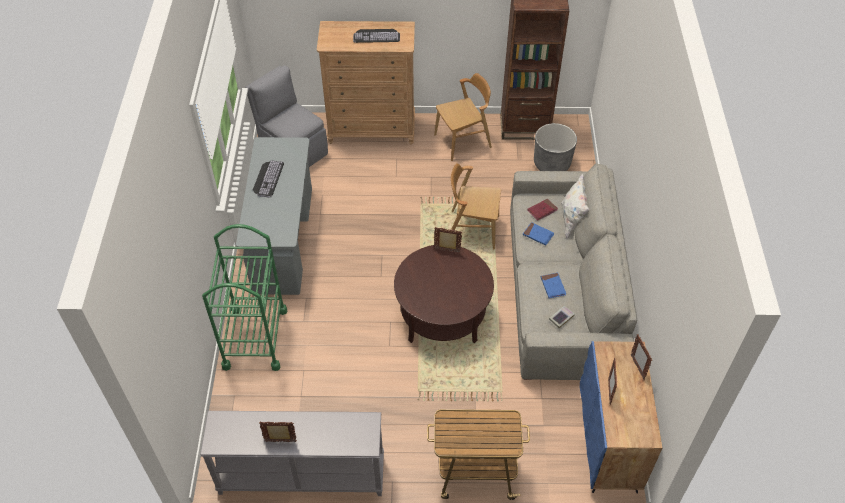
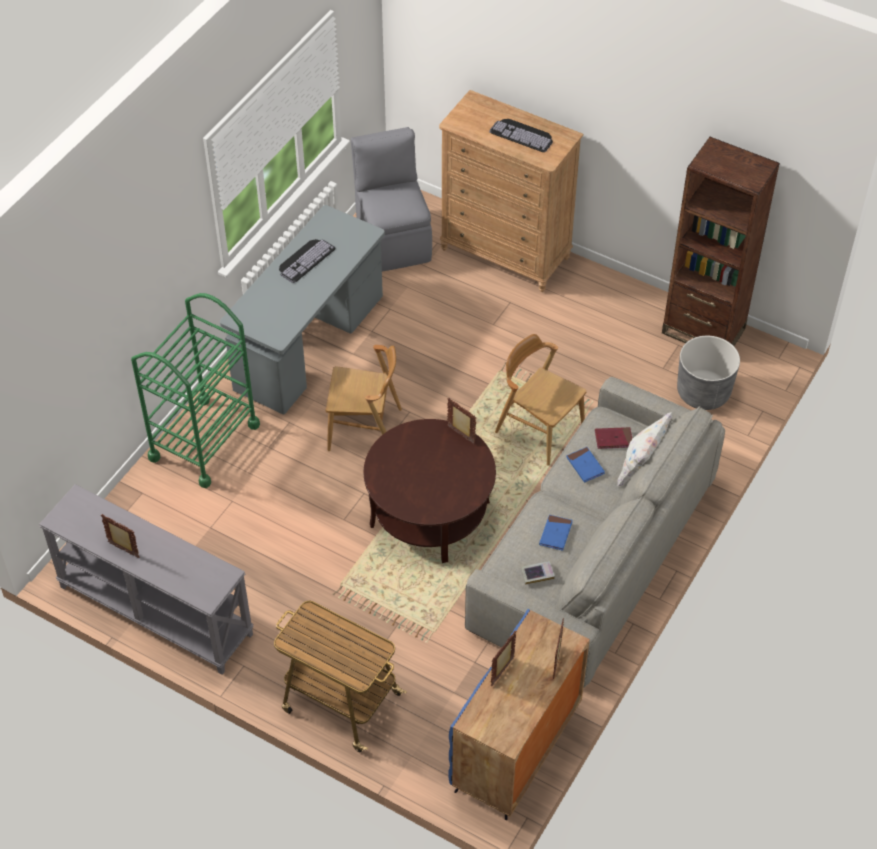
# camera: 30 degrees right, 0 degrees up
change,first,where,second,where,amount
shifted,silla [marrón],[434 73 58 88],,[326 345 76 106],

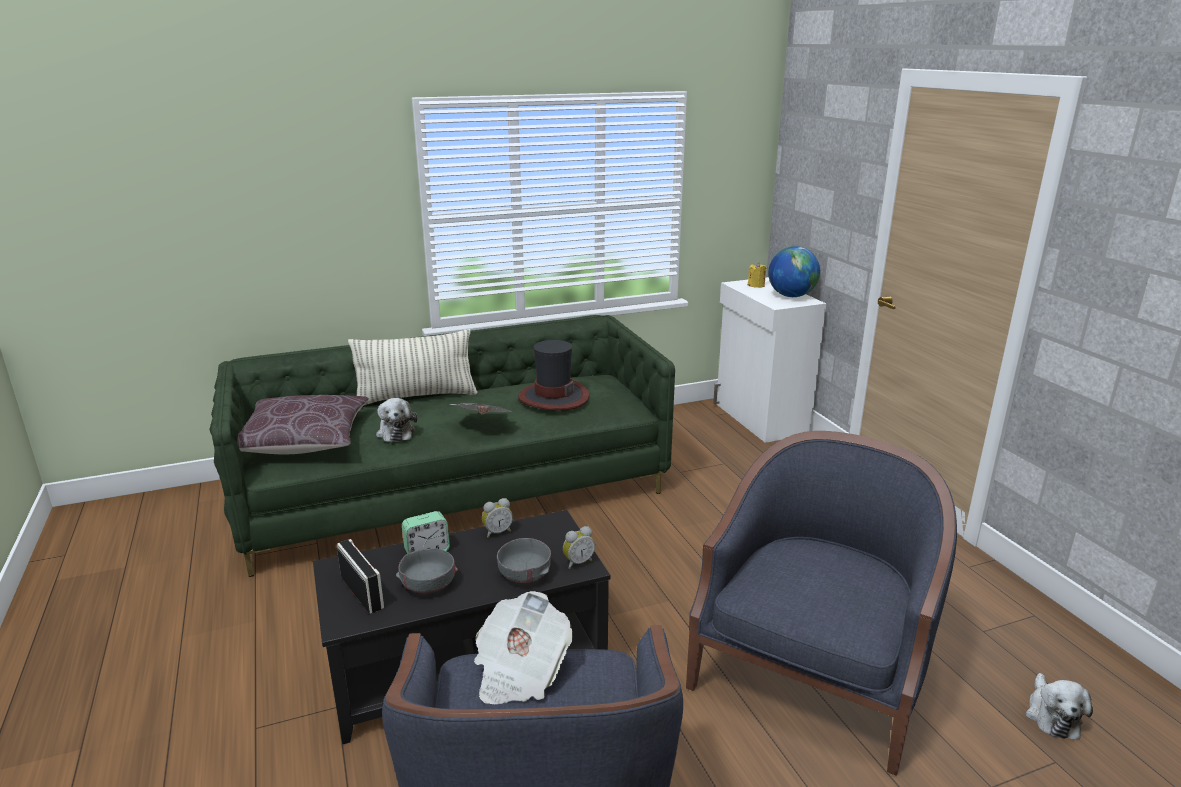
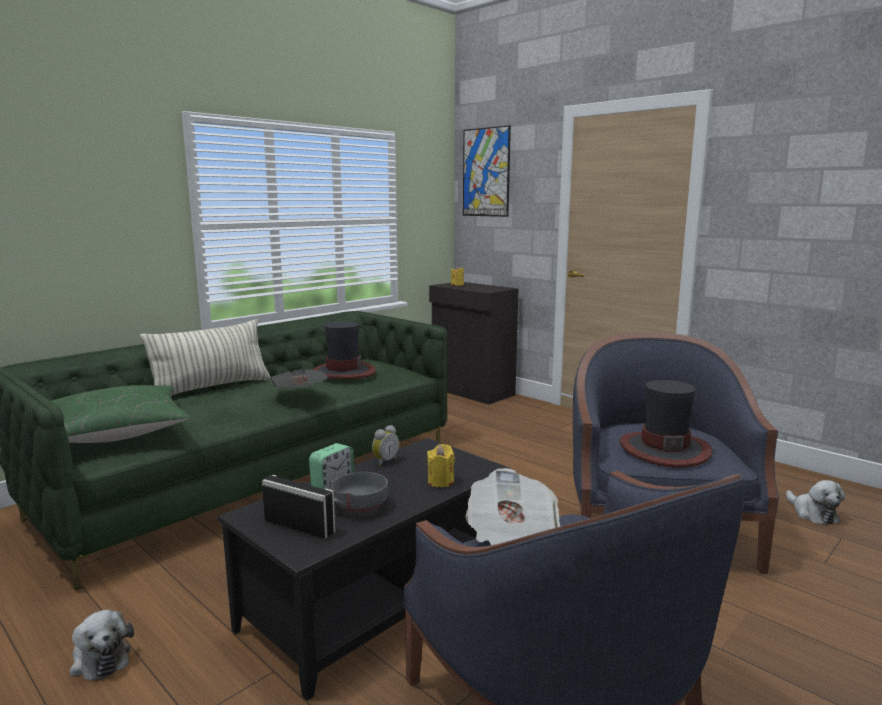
# camera: 25 degrees left, 10 degrees down
change,first,where,second,where,amount
gone,globo terráqueo,[768 246 52 51],,,
repainted,armario [blanco],[713 277 113 166],armario [negro],[429 282 89 122],
repainted,cojín [marrón],[237 395 132 59],cojín [verde],[51 385 139 58],
shifted,peluche,[376 398 41 44],,[70 610 64 70],
gone,despertador,[563 526 32 43],,,
swapped,cuenco [gris],[497 538 54 45],vela [amarillo],[427 444 28 43],
new,,,cuadro,[463 125 48 92],
new,,,sombrero,[620 380 93 88],

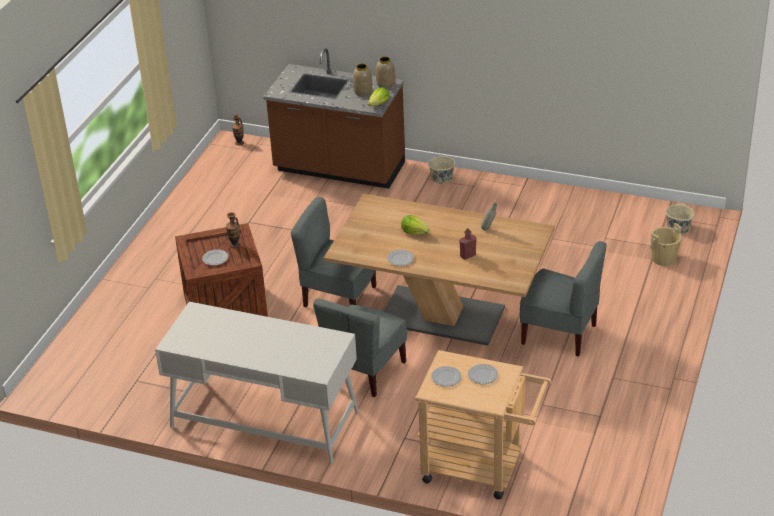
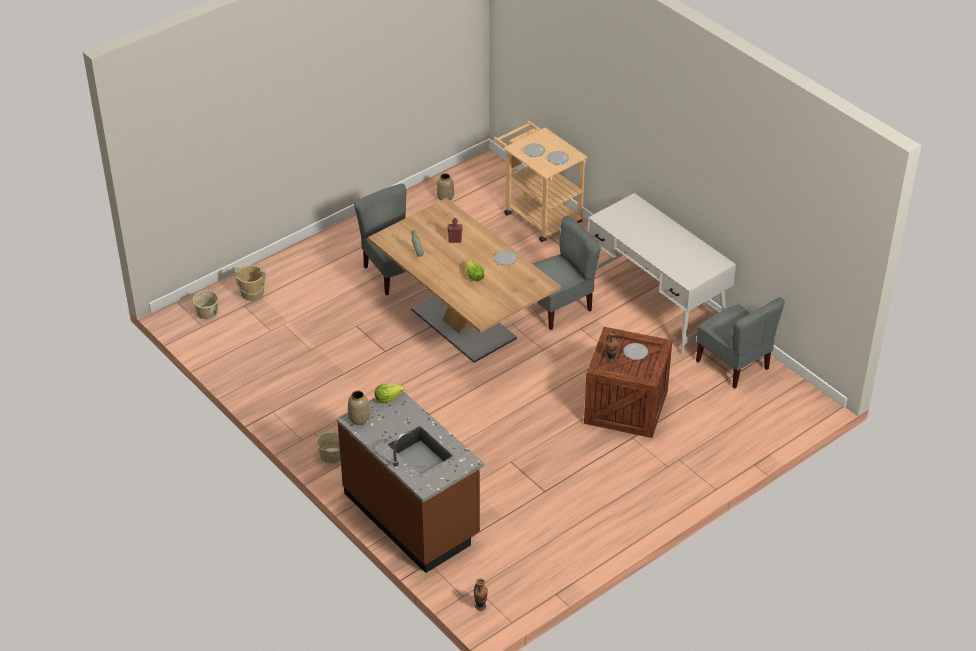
# camera: 150 degrees left, 5 degrees up
change,first,where,second,where,amount
shifted,florero,[353 64 20 33],,[437 173 17 28],
shifted,silla [gris],[291 197 85 110],,[696 298 89 91],

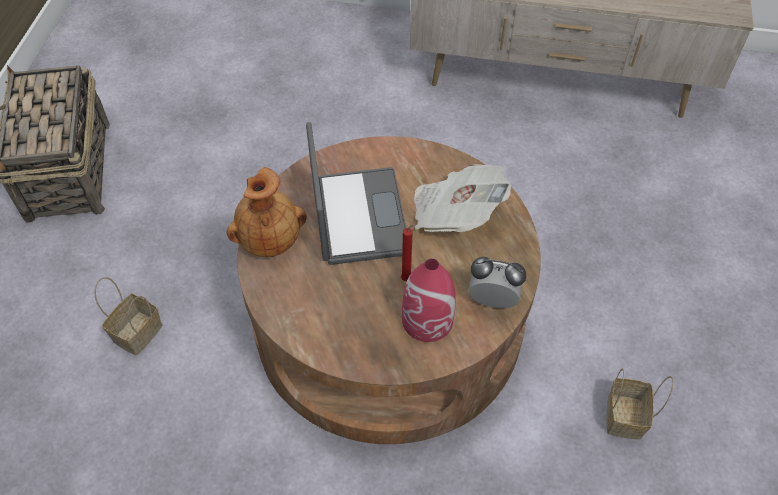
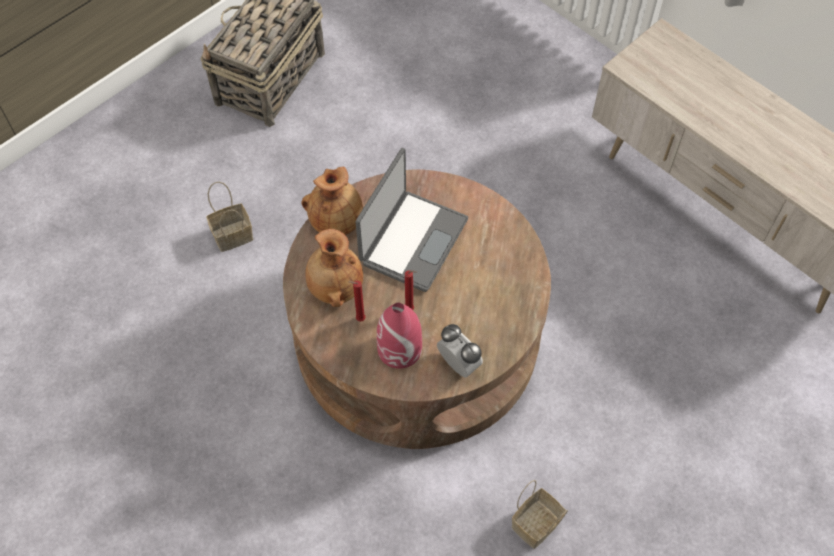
# camera: 35 degrees right, 5 degrees up
change,first,where,second,where,amount
gone,periódico,[414 164 97 68],,,
new,,,florero [marrón],[305 229 58 78],
new,,,vela [rojo],[349 281 17 40],

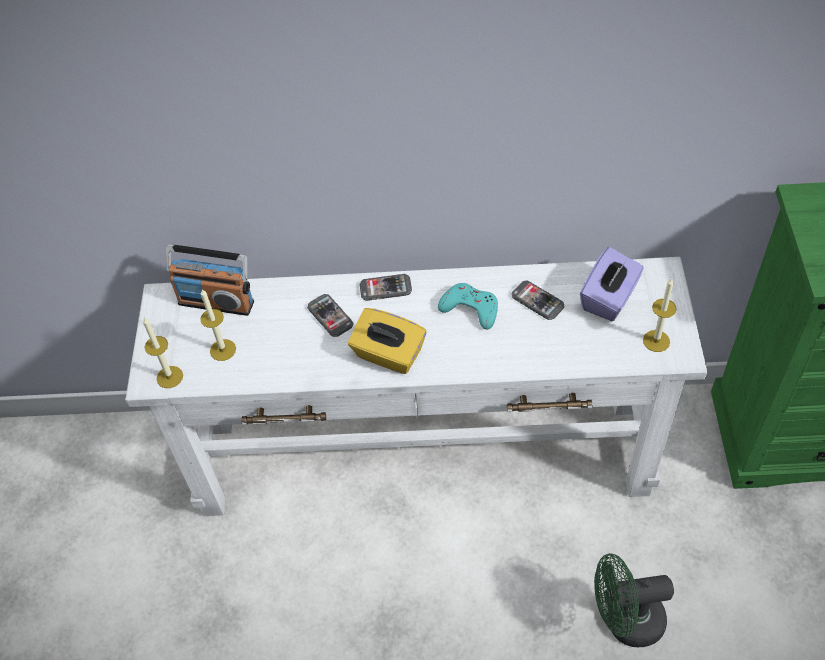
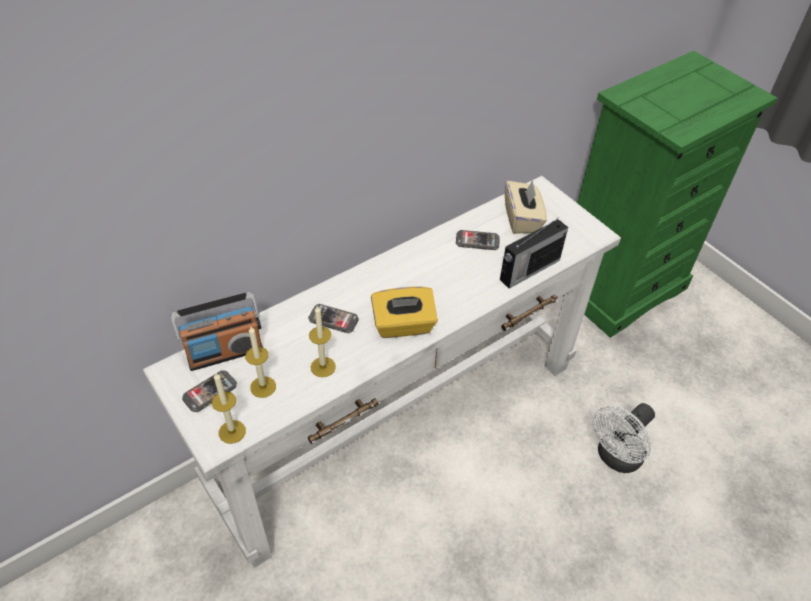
# camera: 40 degrees left, 5 degrees down
change,first,where,second,where,amount
repainted,caja de pañuelos [morado],[580 247 64 74],caja de pañuelos [beis],[505 180 42 54],
shifted,móvil,[360 274 52 27],,[182 370 55 42],
shifted,vela,[643 278 34 74],,[309 306 27 71],
gone,mando de consola [turquesa],[438 283 60 46],,,
repainted,ventilador [verde],[594 553 80 94],ventilador [blanco],[593 403 62 70],
new,,,radio,[500 217 68 72],

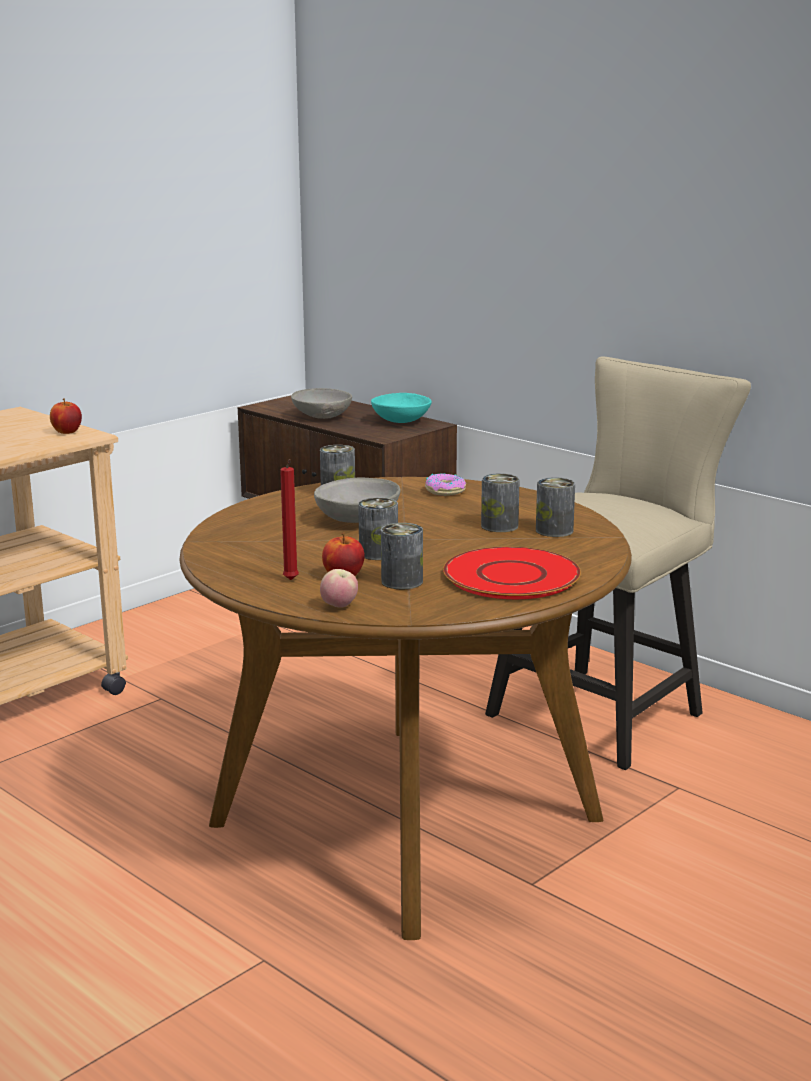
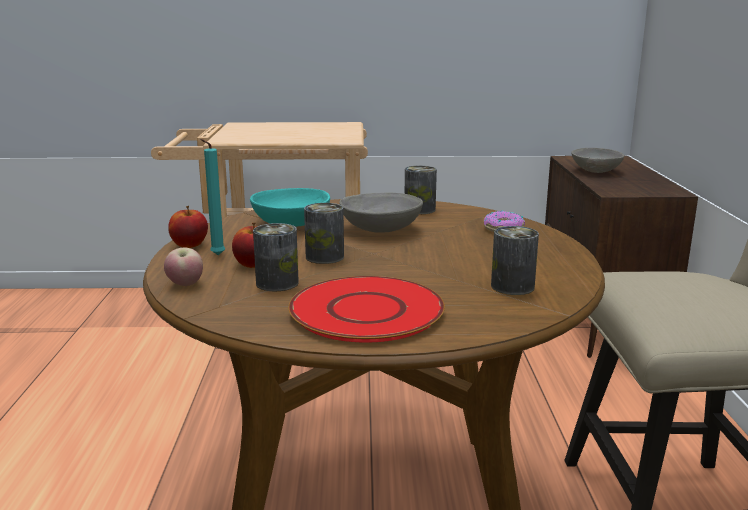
# camera: 45 degrees right, 0 degrees up
change,first,where,second,where,amount
shifted,cuenco [turquesa],[371 393 61 30],,[250 188 80 39],
shifted,manzana,[50 398 32 36],,[168 206 40 42],
repainted,vela [rojo],[280 459 19 121],vela [turquesa],[200 139 25 116],
gone,lata,[481 473 39 59],,,

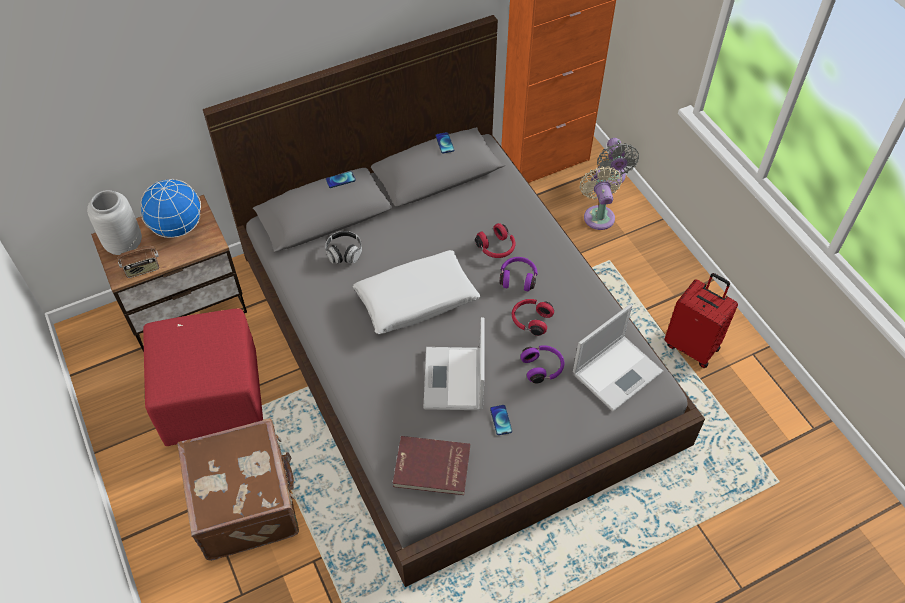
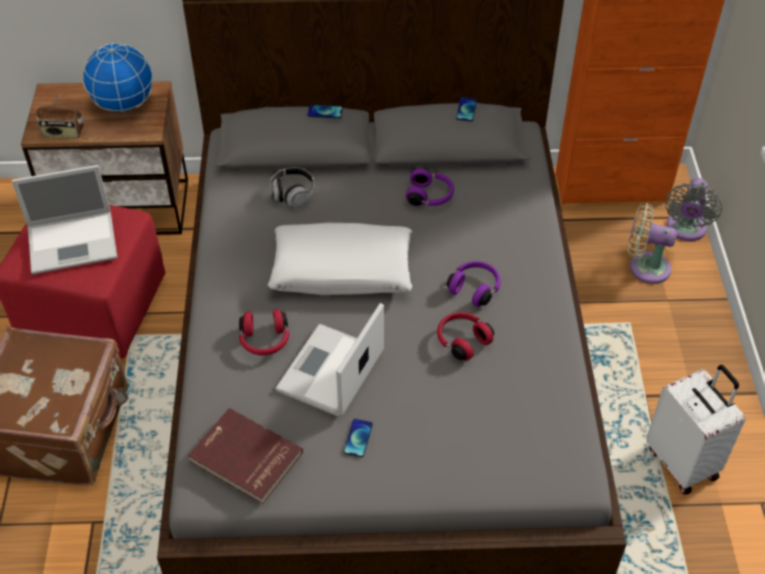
# camera: 25 degrees right, 5 degrees down
change,first,where,second,where,amount
rotated,ventilador [beis],[579 166 43 64],,[628 203 49 81],90 degrees counterclockwise
gone,florero [gris],[87 190 55 65],,,
shifted,auriculares [rojo],[475 223 40 35],,[239 309 50 46],
repainted,maleta [rojo],[664 273 74 95],maleta [blanco],[646 365 99 130],
shifted,portátil,[573 304 90 107],,[12 165 105 109],
shifted,auriculares [morado],[520 345 44 39],,[405 168 49 38],

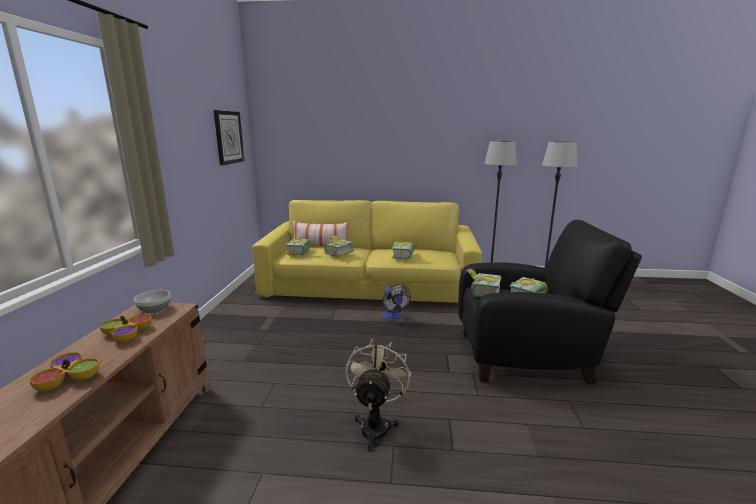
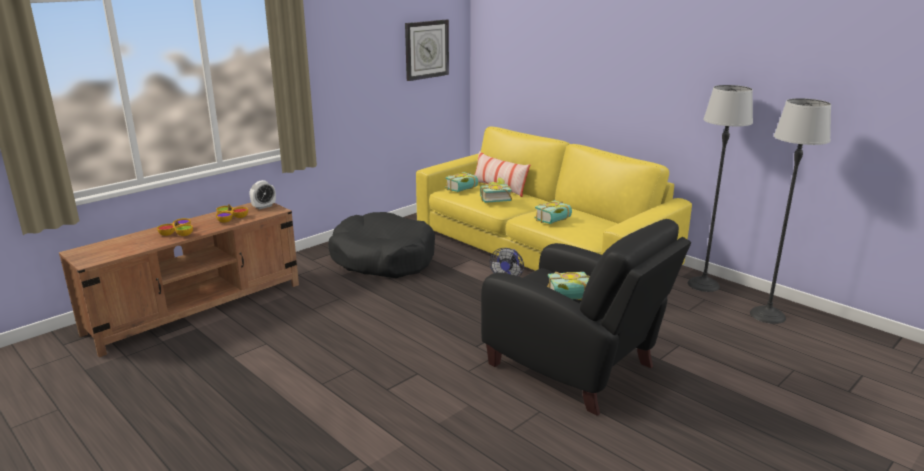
# camera: 40 degrees right, 5 degrees up
change,first,where,second,where,amount
gone,libro,[467 269 35 29],,,
swapped,cuenco,[134 290 37 24],despertador,[250 180 26 30],
gone,ventilador [beis],[345 339 66 112],,,
new,,,cama para perro [negro],[328 212 107 66],

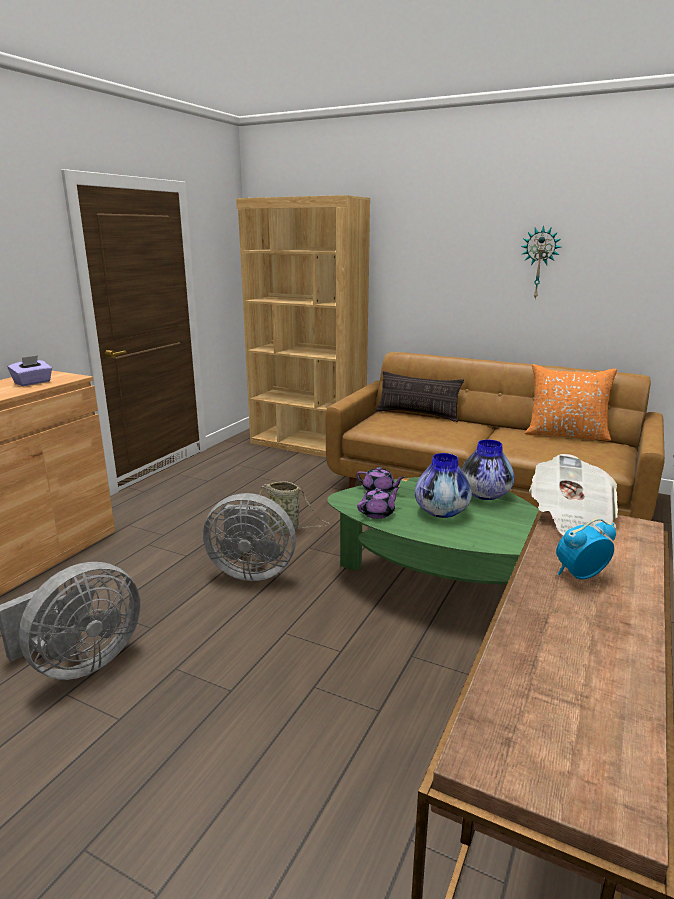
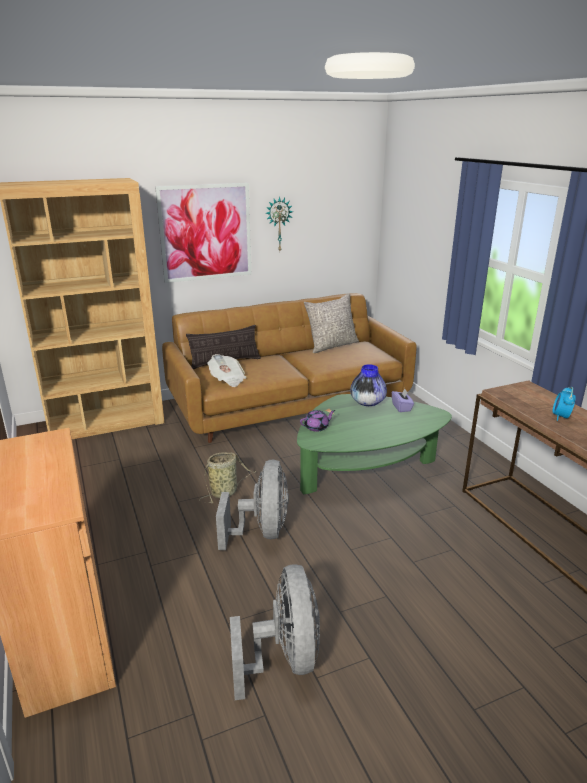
# camera: 50 degrees left, 5 degrees up
change,first,where,second,where,amount
shifted,caja de pañuelos [morado],[8 355 44 31],,[392 388 22 24],
repainted,cojín [naranja],[525 364 92 77],cojín [gris],[304 293 55 60],
gone,florero,[415 453 57 65],,,
shifted,periódico,[529 454 89 81],,[207 354 40 33],
gone,tetera [morado],[357 487 43 32],,,
rotated,ventilador [gris],[203 493 93 88],,[216 460 73 90],45 degrees counterclockwise
new,,,cuadro,[155 183 96 100],

